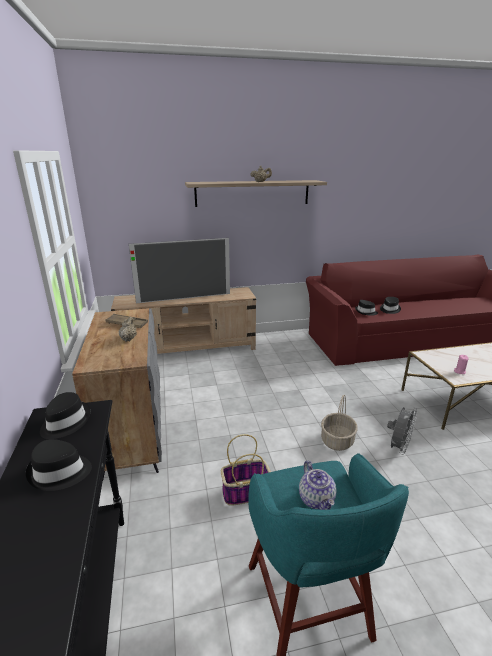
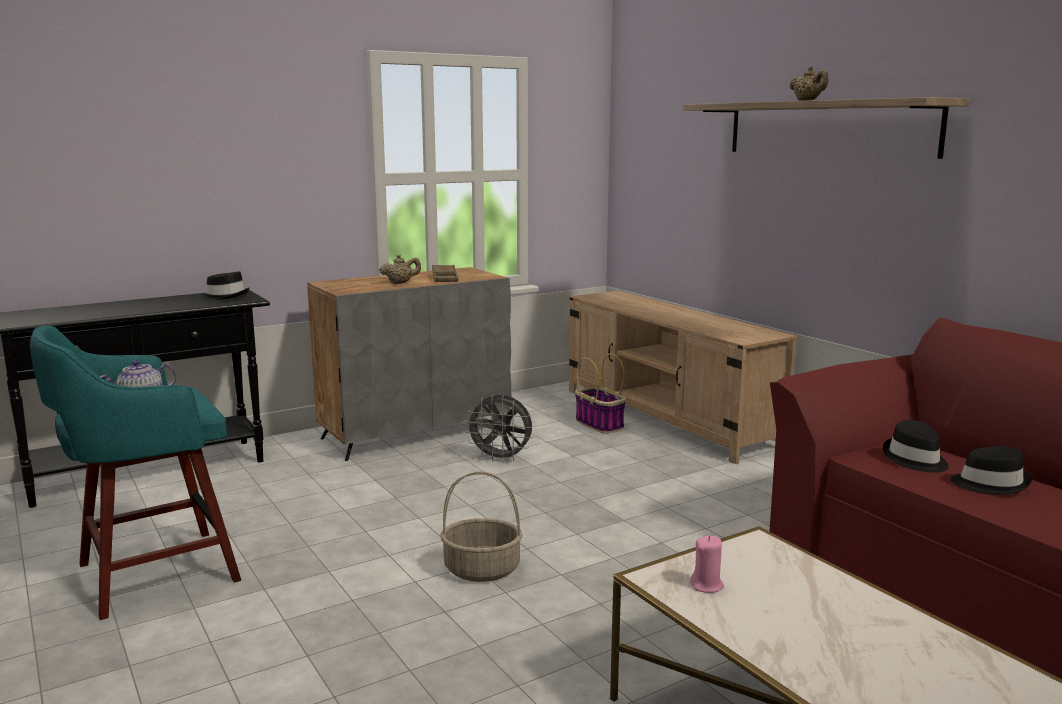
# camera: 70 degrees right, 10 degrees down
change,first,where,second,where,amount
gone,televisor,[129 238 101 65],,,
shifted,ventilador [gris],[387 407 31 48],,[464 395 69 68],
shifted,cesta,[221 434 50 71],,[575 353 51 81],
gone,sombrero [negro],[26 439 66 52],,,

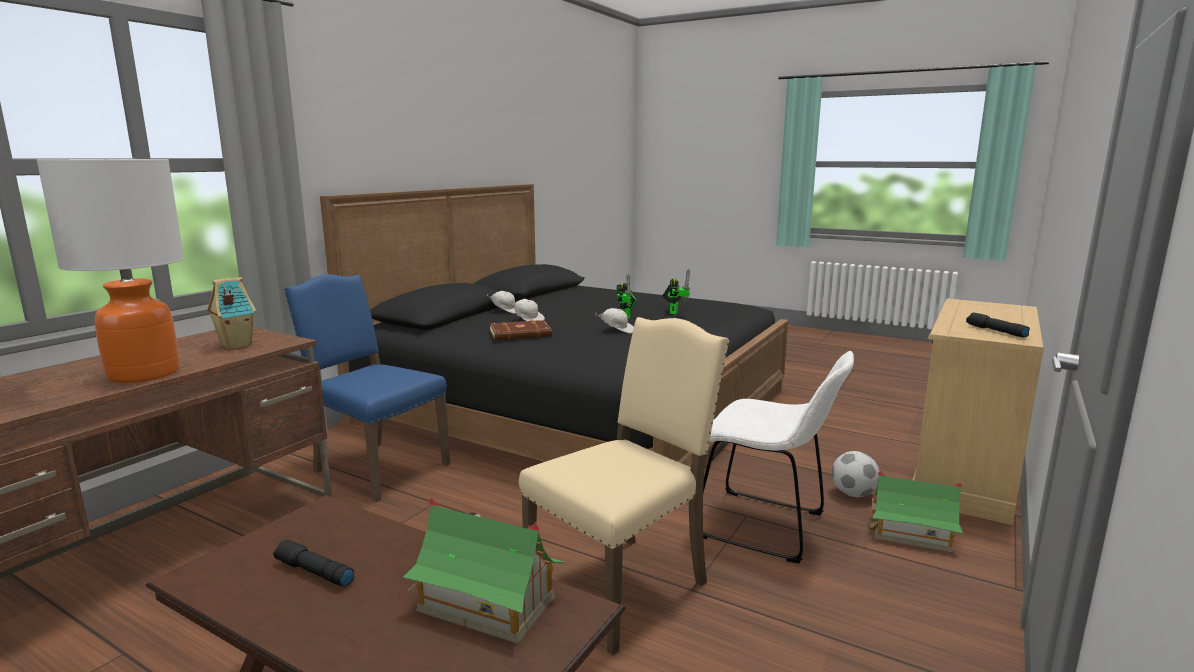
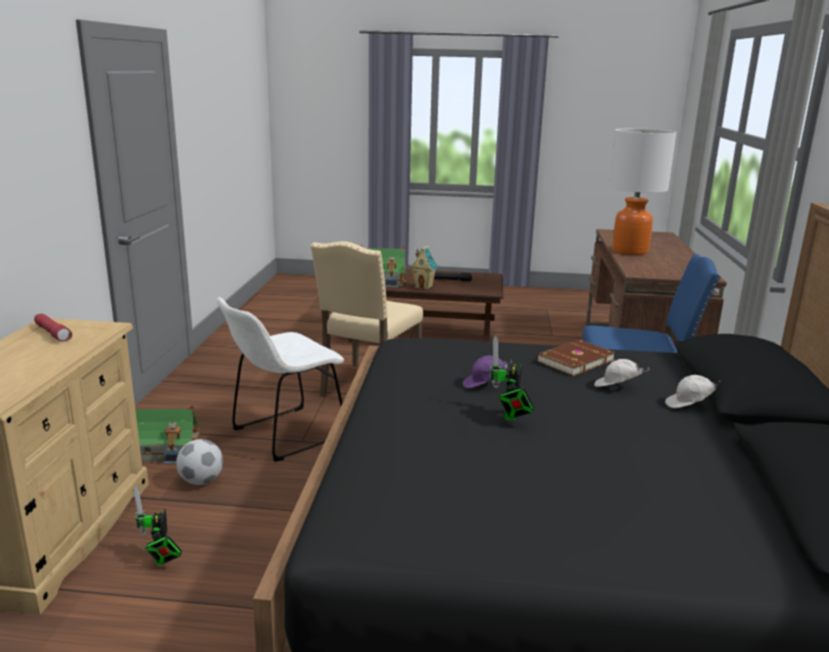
# camera: 155 degrees right, 5 degrees up
change,first,where,second,where,amount
shifted,robot de juguete,[662 269 28 45],,[133 486 49 79],
shifted,casita,[207 277 49 72],,[410 245 29 45],
repainted,gorra [blanco],[595 308 39 25],gorra [morado],[463 355 50 33],
repainted,linterna [negro],[966 312 64 25],linterna [rojo],[34 314 38 28],
rotated,silla [blanco],[703 351 151 212],,[217 297 127 165],45 degrees counterclockwise

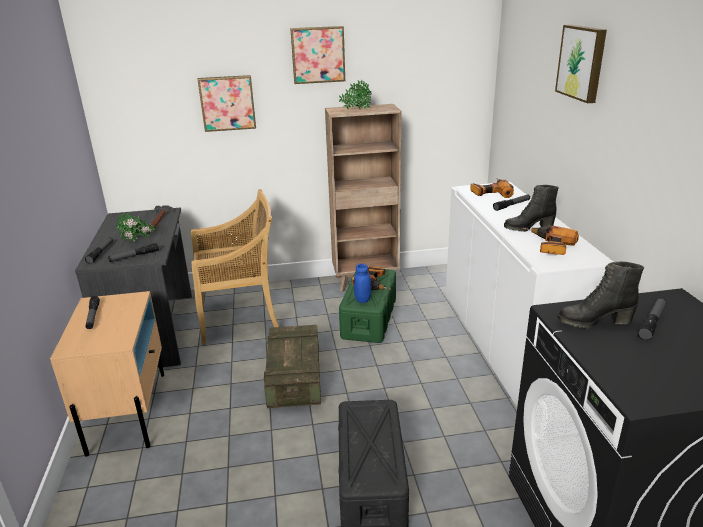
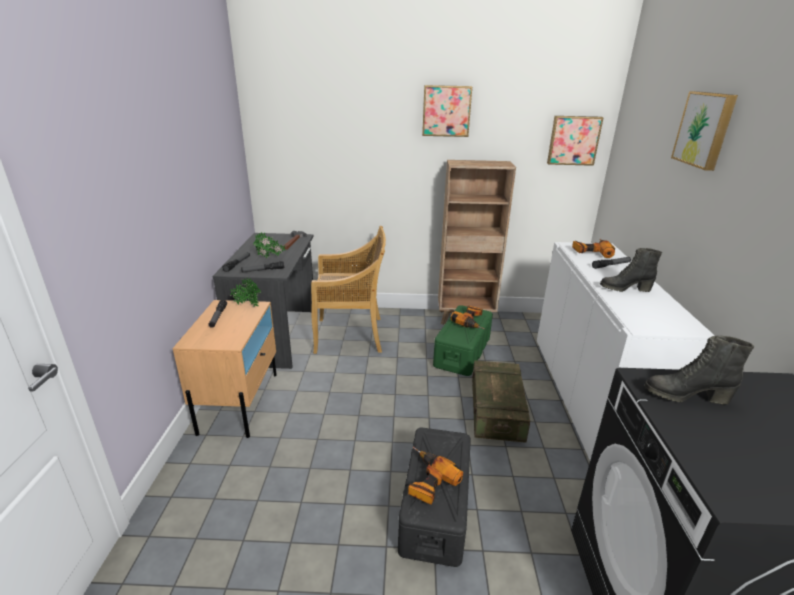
# camera: 10 degrees right, 0 degrees up
change,first,where,second,where,amount
shifted,cuadro,[198 75 58 57],,[547 116 57 50],
shifted,planta en maceta,[339 80 32 30],,[230 277 31 30],
shifted,taladro,[522 226 57 29],,[408 447 55 58],
gone,tarro [azul],[354 264 17 39],,,
gone,linterna,[638 298 29 42],,,
shifted,caja de embalaje,[264 325 57 83],,[472 360 58 83],

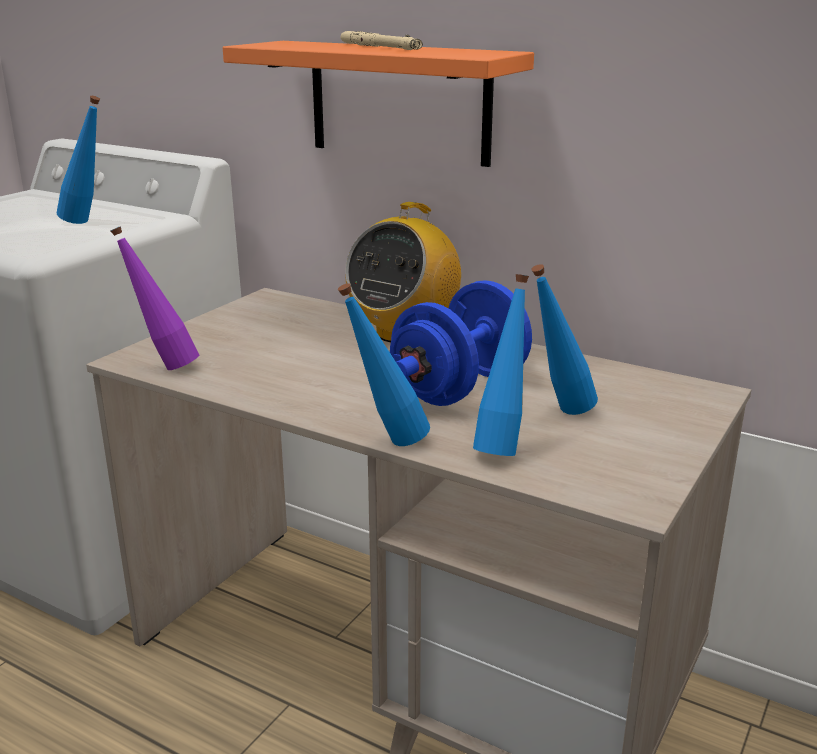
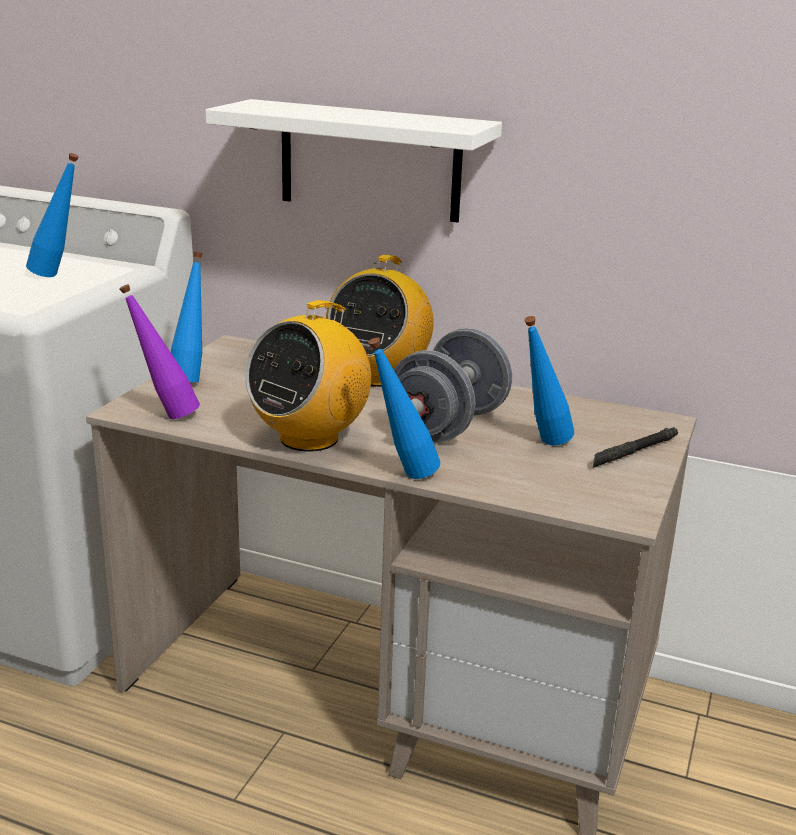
# camera: 10 degrees left, 0 degrees up
change,first,where,second,where,amount
gone,linterna [beis],[340 31 83 19],,,
repainted,estante [naranja],[223 41 311 126],estante [blanco],[205 99 297 124],
shifted,botella [azul],[473 274 56 182],,[171 252 32 130],
repainted,mancuerna [azul],[390 280 142 126],mancuerna [gris],[394 328 118 114],
new,,,radio,[245 300 126 151],
new,,,linterna [negro],[593 427 85 41],

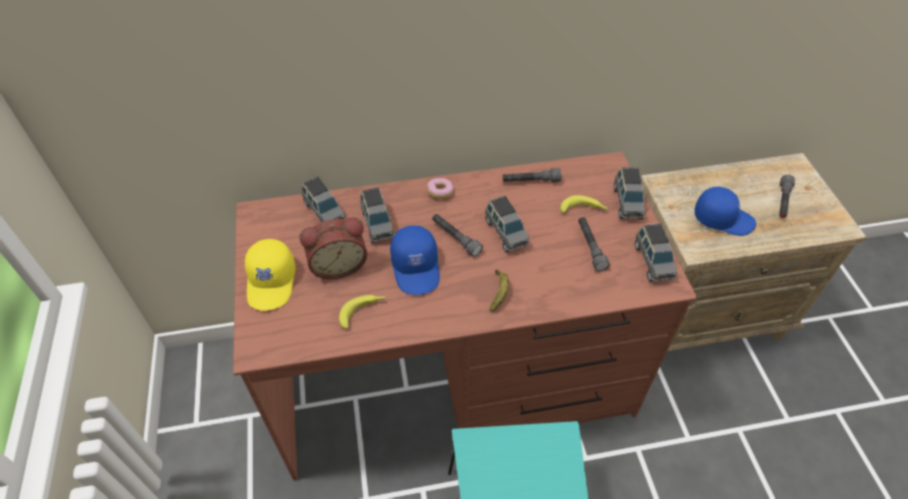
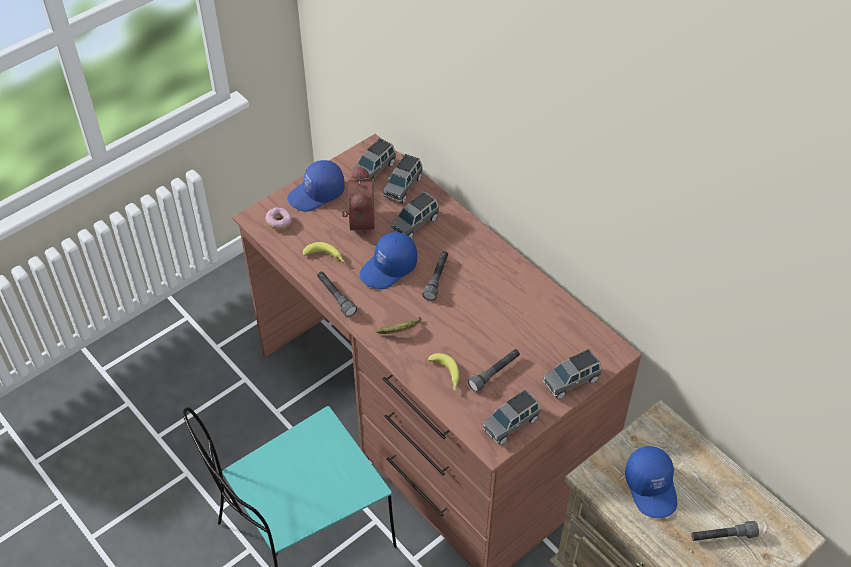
# camera: 60 degrees right, 0 degrees up
change,first,where,second,where,amount
shifted,linterna [gris],[503 168 58 14],,[317 271 40 46],
shifted,rosquilla,[427 178 27 21],,[266 207 26 23],
shifted,plátano,[560 195 49 18],,[428 353 31 38],
shifted,coche de juguete [gris],[485 196 45 57],,[352 138 44 45],
rotated,despertador,[299 217 68 62],,[342 165 33 72],135 degrees counterclockwise
repainted,gorra [amarillo],[245 239 51 72],gorra [azul],[287 160 58 52],

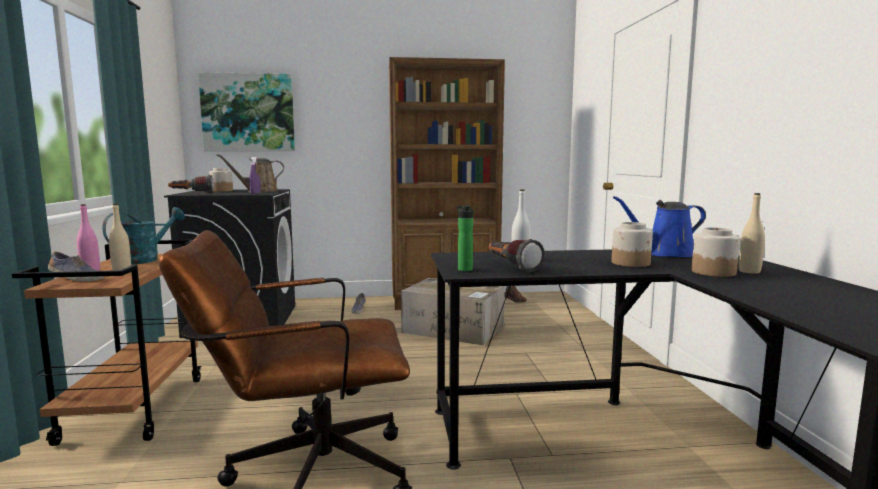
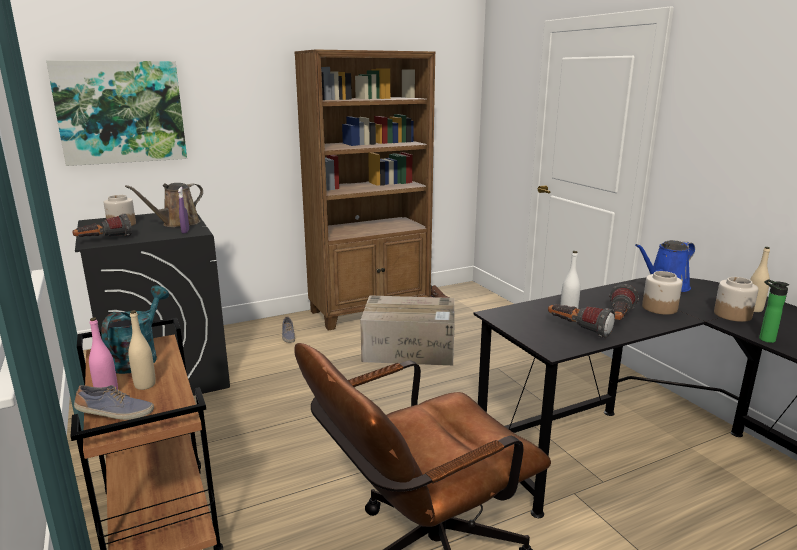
# camera: 20 degrees left, 10 degrees up
change,first,where,second,where,amount
shifted,botella,[457 206 16 65],,[759 279 30 64],
new,,,linterna,[609 284 30 36],

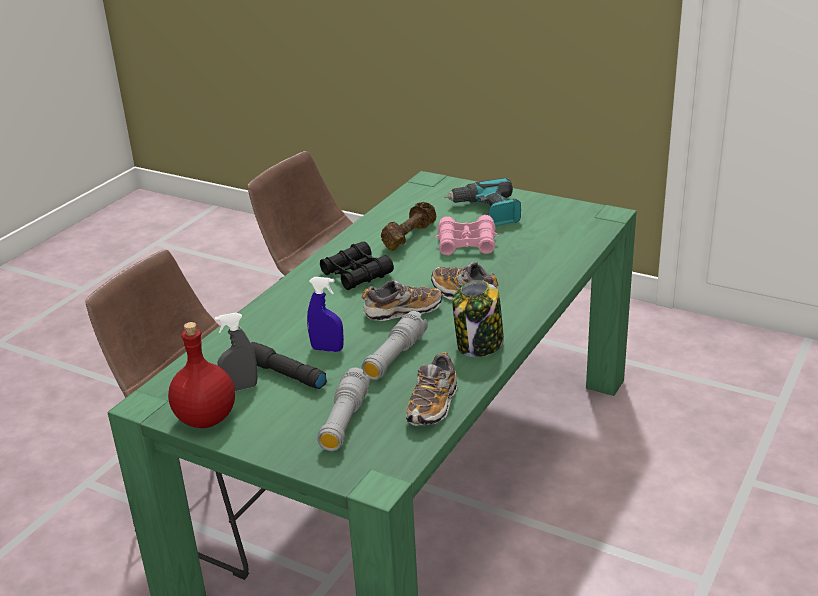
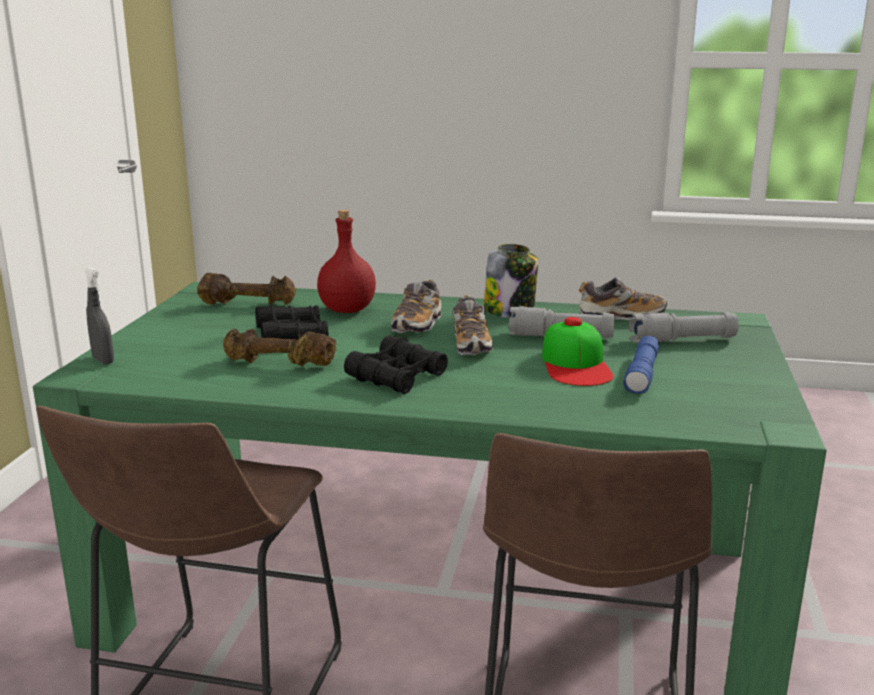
# camera: 110 degrees left, 10 degrees down
change,first,where,second,where,amount
gone,taladro,[445 178 76 48],,,
repainted,prismáticos [rosa],[435 215 63 40],prismáticos [negro],[255 304 74 36],
swapped,pulverizador [azul],[307 277 37 75],gorra,[542 317 72 69],
rotated,zapato,[362 280 80 41],,[452 296 41 59],150 degrees counterclockwise
shifted,pulverizador [gris],[215 312 42 79],,[85 267 29 97],
shifted,botella [rojo],[168 322 67 106],,[317 210 59 103],
repainted,linterna [negro],[251 342 76 47],linterna [azul],[623 336 36 58],
new,,,mancuerna [marrón],[197 273 99 32],

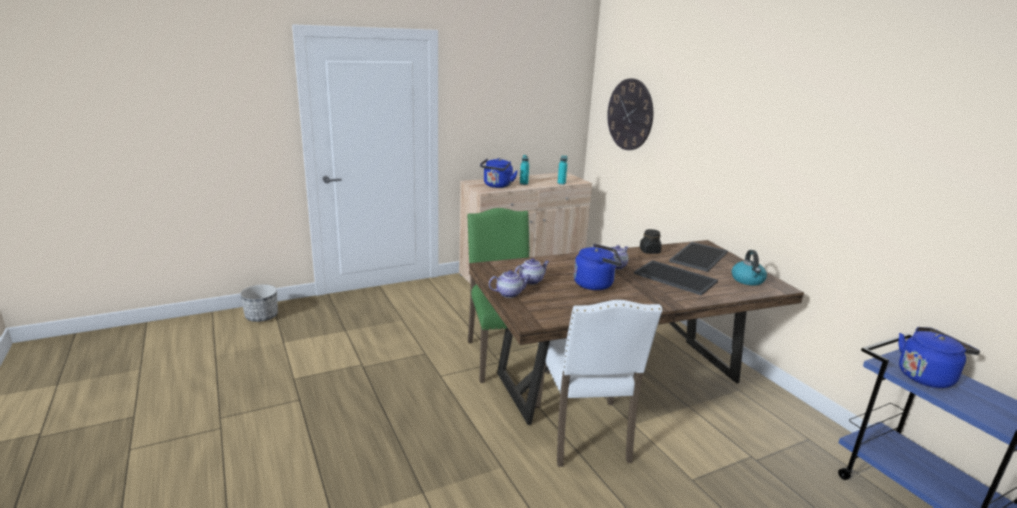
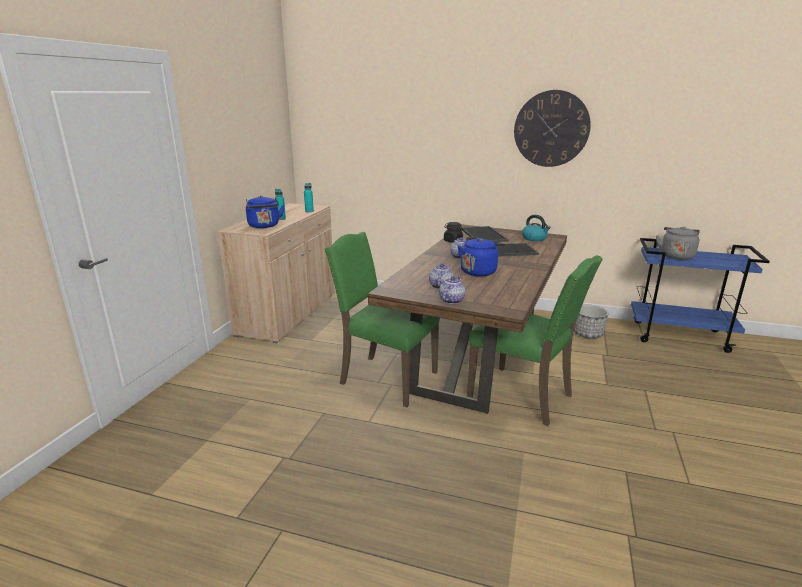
# camera: 45 degrees left, 0 degrees up
change,first,where,second,where,amount
shifted,reloj de pared,[607 78 46 72],,[514 90 77 77],
shifted,maceta,[240 285 38 37],,[574 304 35 35],
repainted,silla [blanco],[535 300 127 167],silla [verde],[467 255 136 171],
repainted,hervidor [azul],[898 327 82 61],hervidor [gris],[656 227 44 33],

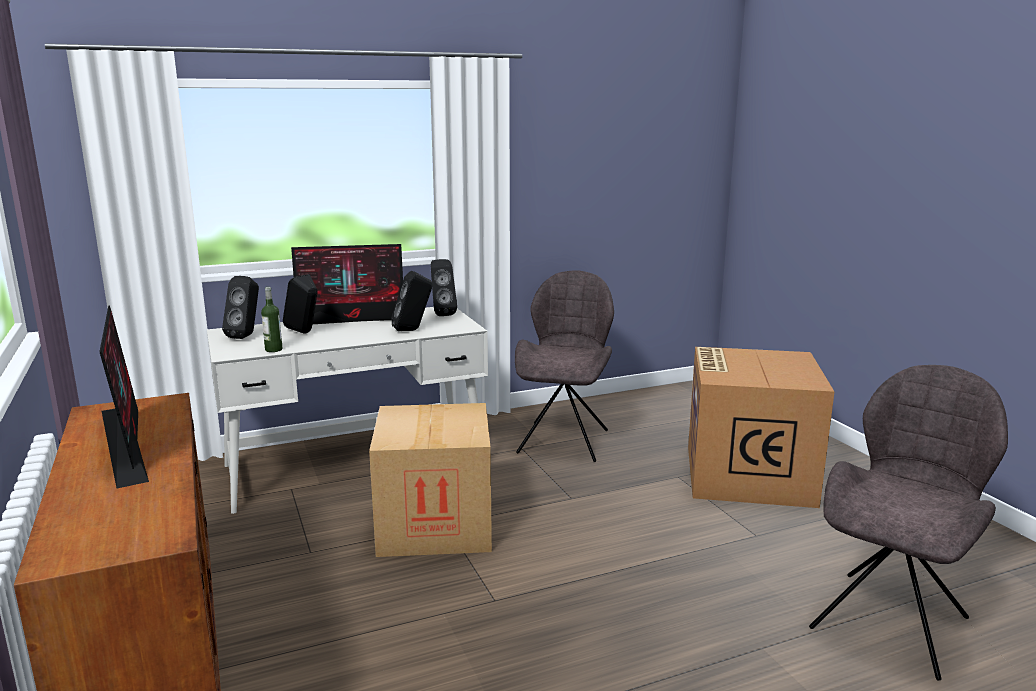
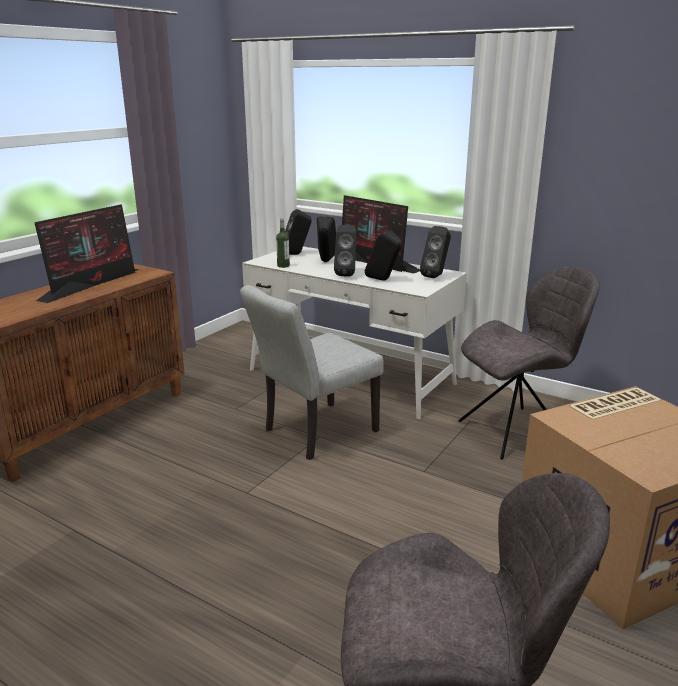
# camera: 55 degrees right, 5 degrees up
change,first,where,second,where,amount
swapped,caja de cartón,[369 403 123 154],silla [gris],[240 285 144 175],
new,,,altavoz [negro],[334 225 22 51],

